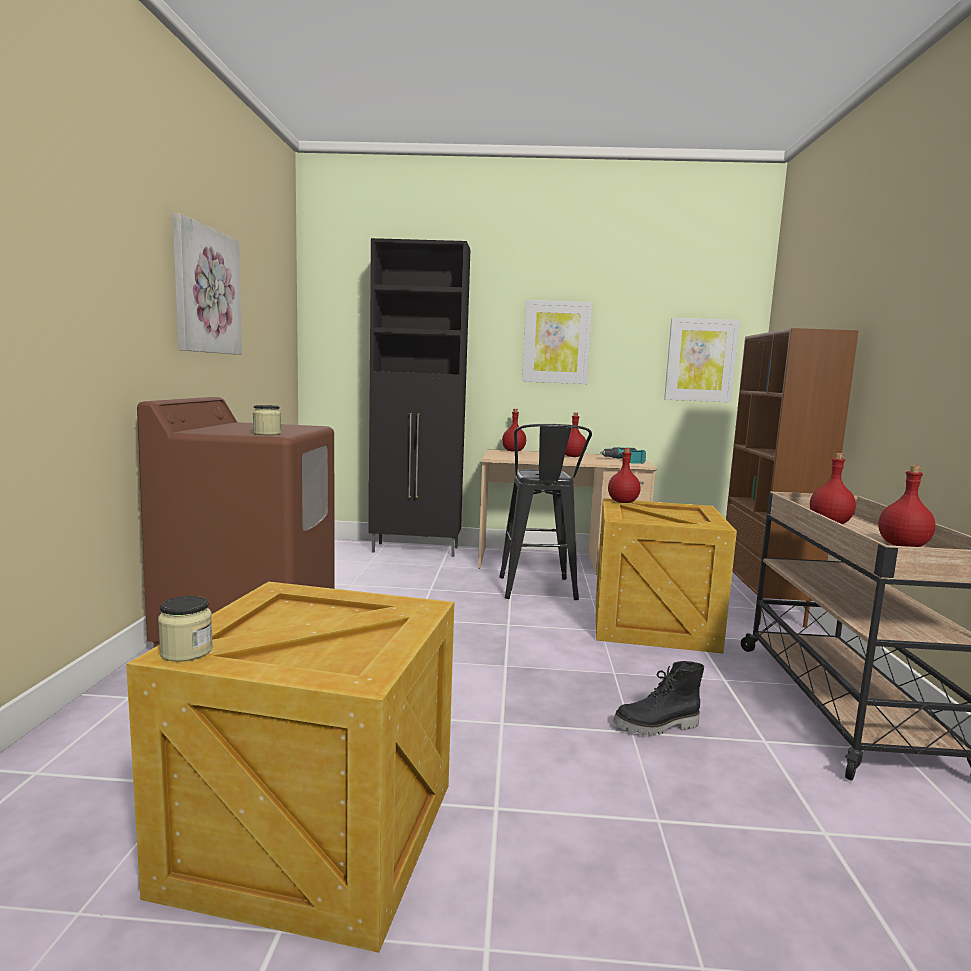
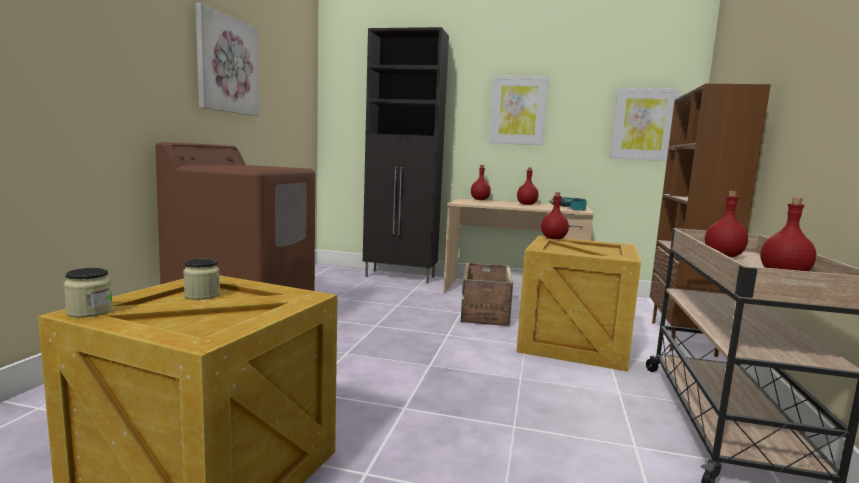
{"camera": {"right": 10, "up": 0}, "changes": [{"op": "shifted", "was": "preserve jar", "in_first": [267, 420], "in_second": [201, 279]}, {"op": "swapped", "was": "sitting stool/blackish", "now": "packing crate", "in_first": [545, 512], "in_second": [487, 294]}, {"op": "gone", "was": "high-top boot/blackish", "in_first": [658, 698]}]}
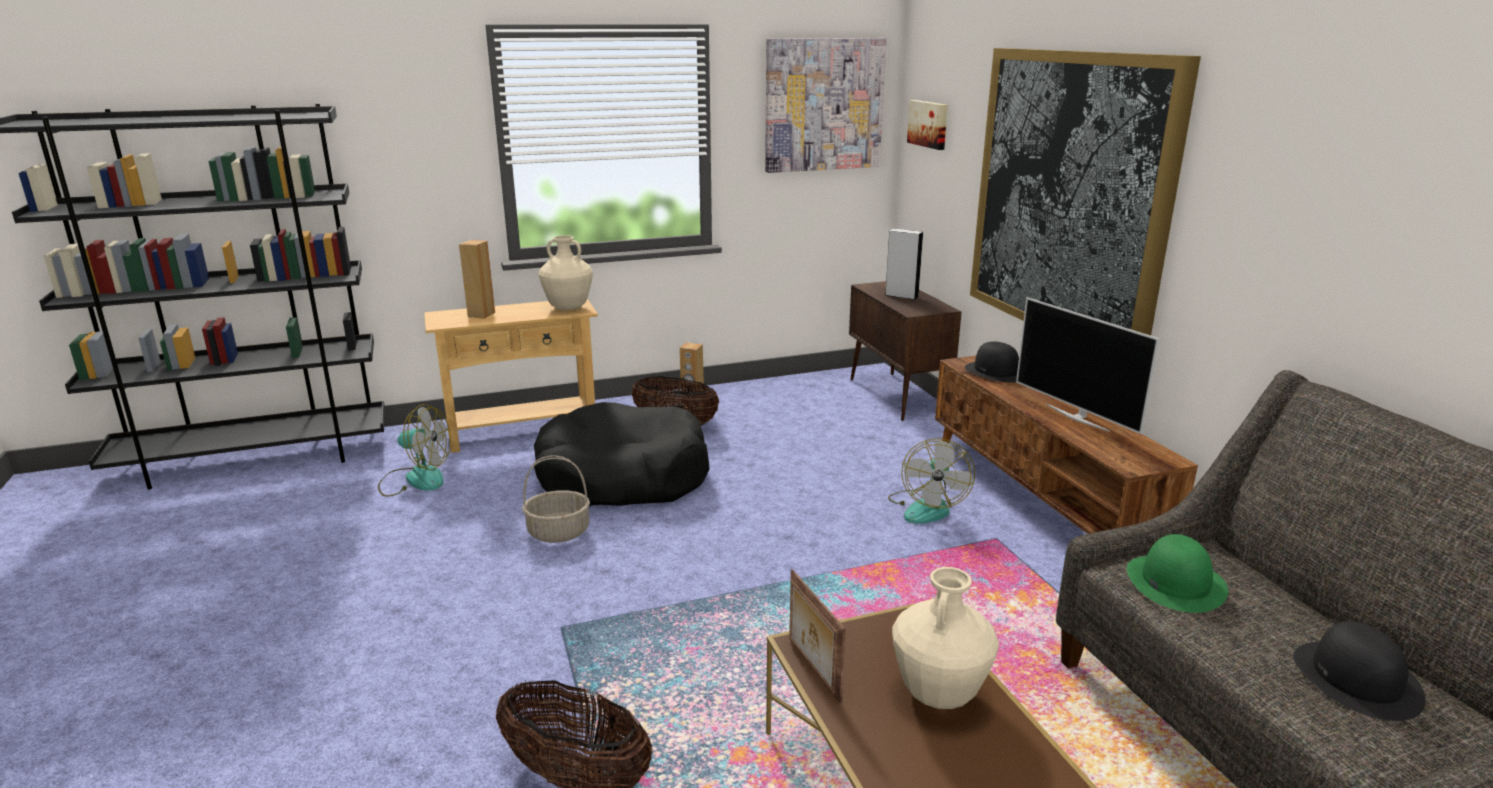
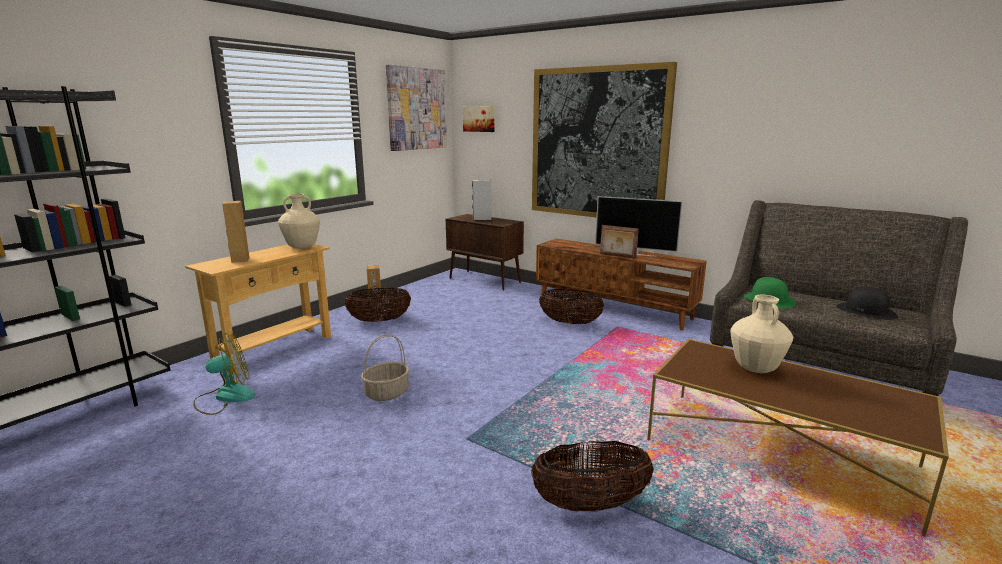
{"camera": {"right": -35, "up": -5}, "changes": [{"op": "gone", "was": "clothing hat/blackish", "in_first": [991, 362]}, {"op": "gone", "was": "pet bed/blackish", "in_first": [621, 454]}, {"op": "swapped", "was": "cooling fan", "now": "storage basket", "in_first": [931, 481], "in_second": [571, 306]}, {"op": "shifted", "was": "standing frame", "in_first": [817, 636], "in_second": [619, 242]}]}
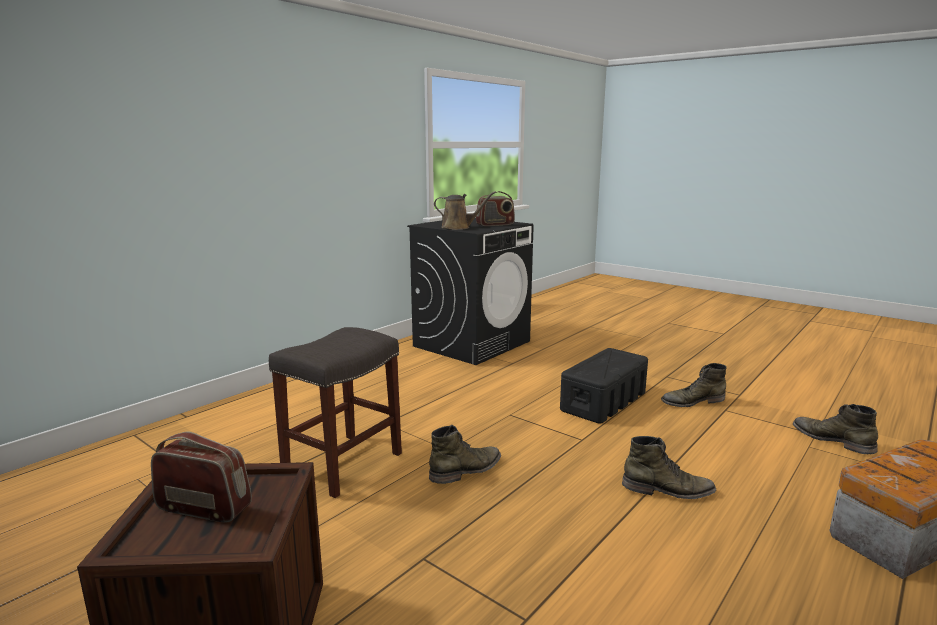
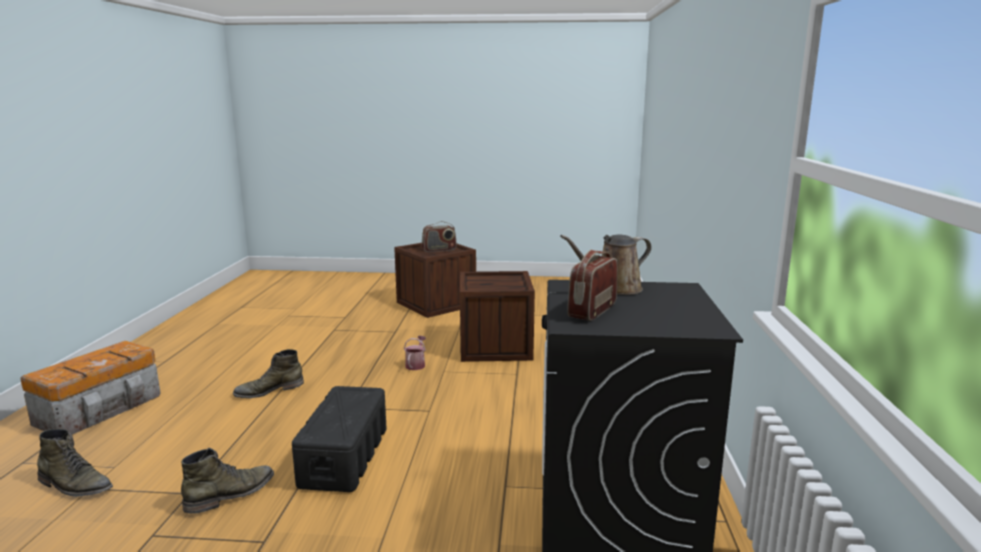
{"camera": {"right": 145, "up": 0}, "changes": [{"op": "swapped", "was": "sitting stool/gray", "now": "packing crate", "in_first": [335, 412], "in_second": [497, 316]}, {"op": "swapped", "was": "high-top boot/green", "now": "watering can", "in_first": [465, 454], "in_second": [415, 353]}]}
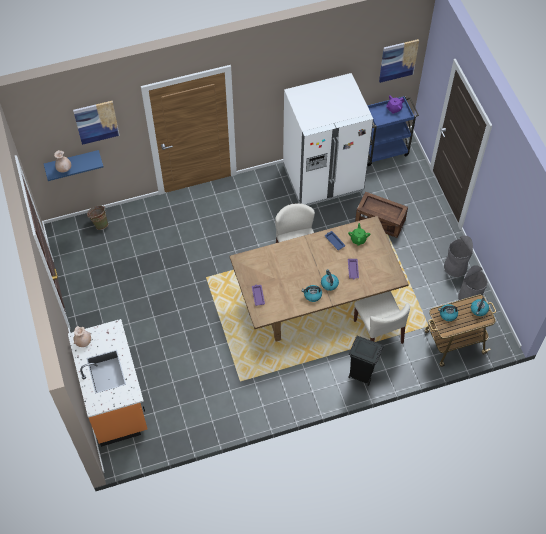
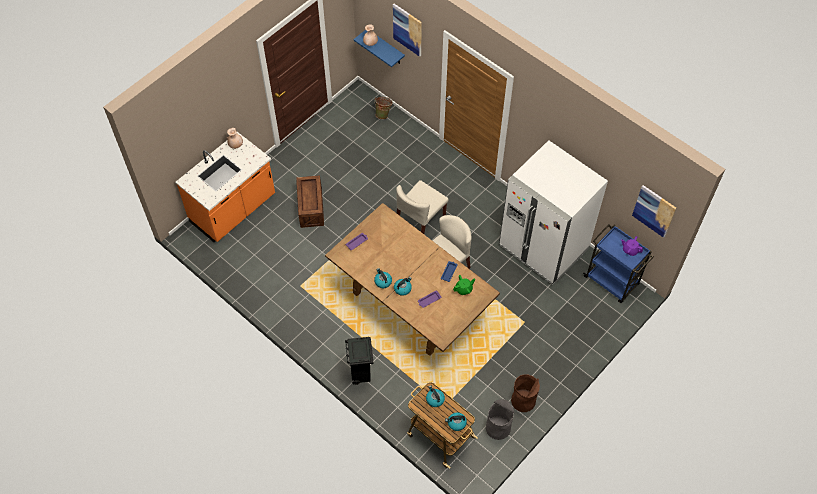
{"camera": {"right": 60, "up": 0}, "changes": [{"op": "shifted", "was": "packing crate", "in_first": [381, 215], "in_second": [310, 201]}, {"op": "repainted", "was": "trash can/gray", "now": "trash can/brown-coloured", "in_first": [458, 256], "in_second": [525, 393]}, {"op": "shifted", "was": "chair/sand-coloured", "in_first": [382, 317], "in_second": [422, 207]}]}
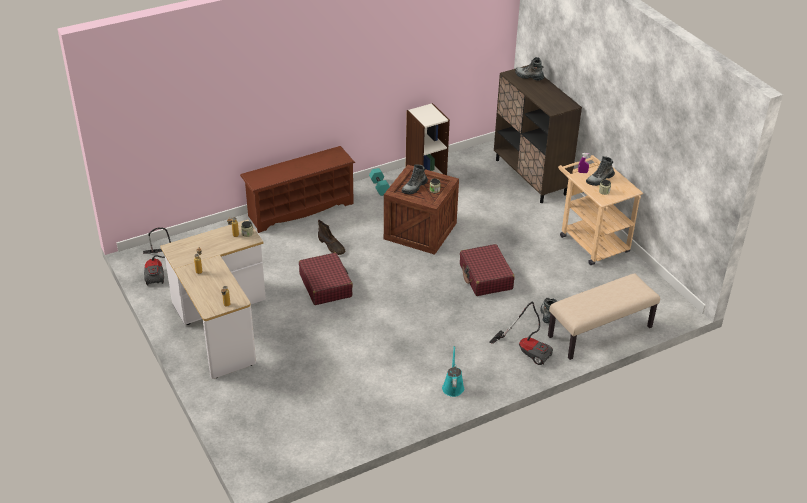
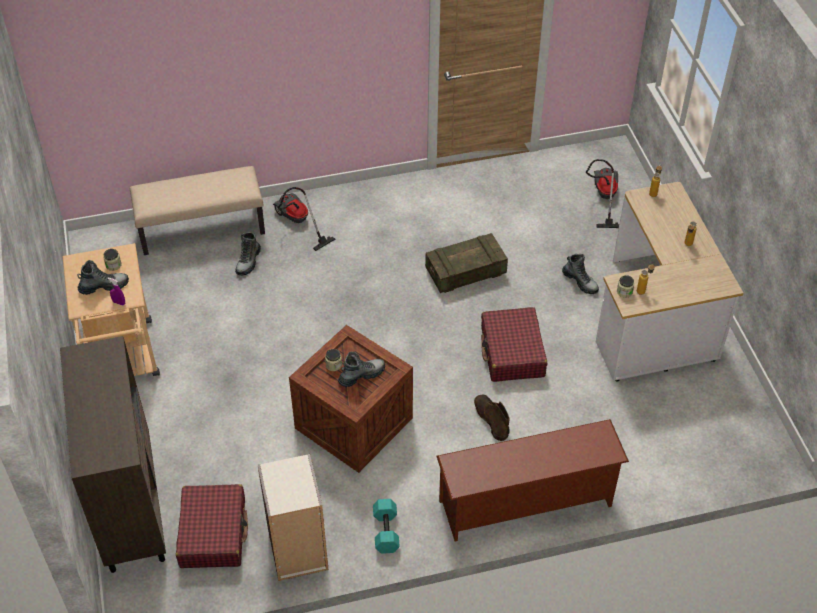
{"camera": {"right": -165, "up": 10}, "changes": [{"op": "shifted", "was": "high-top boot", "in_first": [530, 68], "in_second": [580, 274]}, {"op": "shifted", "was": "vacuum cleaner", "in_first": [157, 257], "in_second": [602, 193]}, {"op": "shifted", "was": "piece of luggage/red", "in_first": [487, 270], "in_second": [212, 526]}, {"op": "gone", "was": "watering can/turquoise-coloured", "in_first": [453, 371]}, {"op": "new", "now": "packing crate", "in_second": [466, 263]}]}
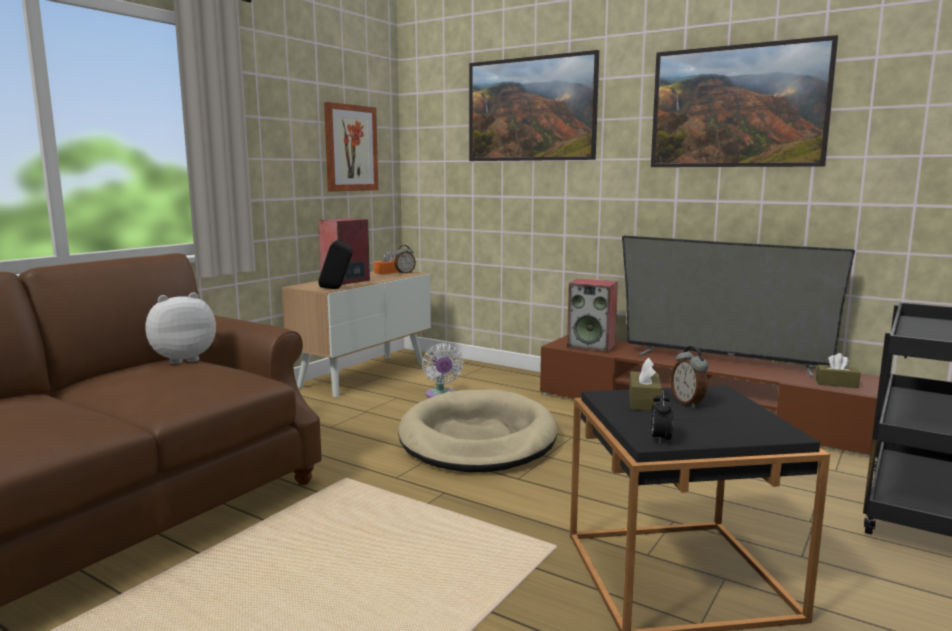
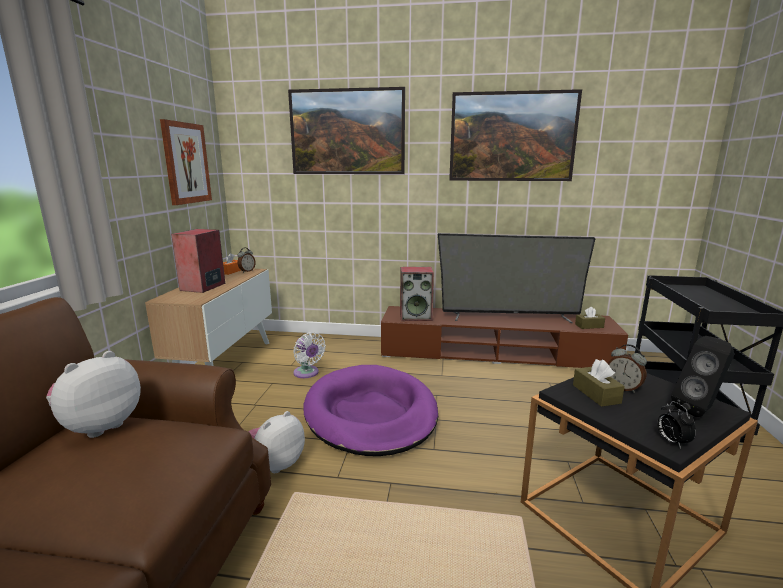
{"camera": {"right": -25, "up": 5}, "changes": [{"op": "shifted", "was": "loudspeaker/blackish", "in_first": [335, 264], "in_second": [702, 376]}, {"op": "repainted", "was": "pet bed/sand-coloured", "now": "pet bed/purplish", "in_first": [477, 431], "in_second": [370, 410]}, {"op": "new", "now": "plush toy", "in_second": [276, 442]}]}
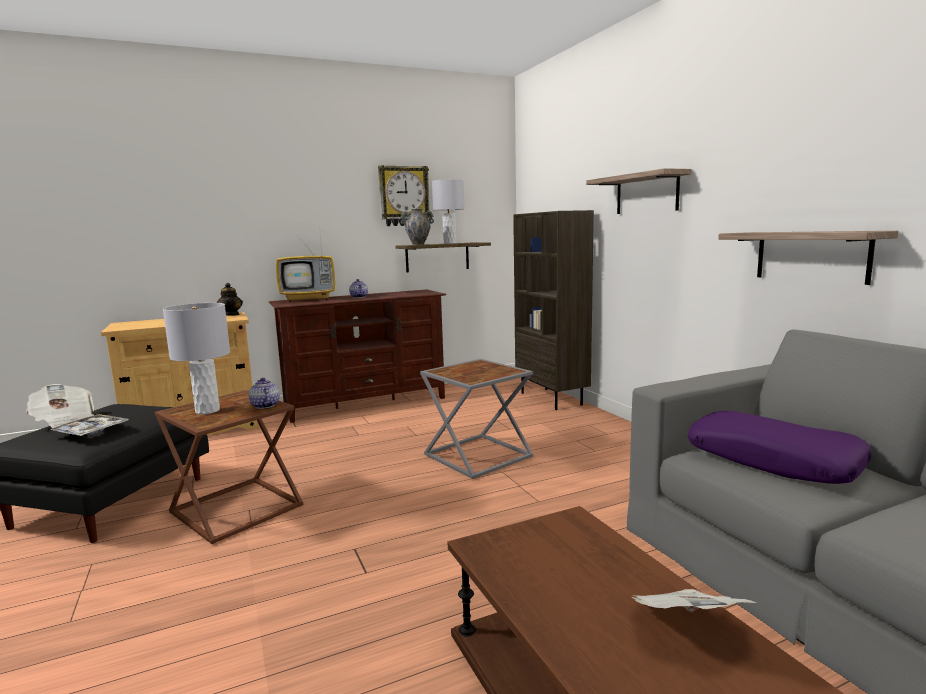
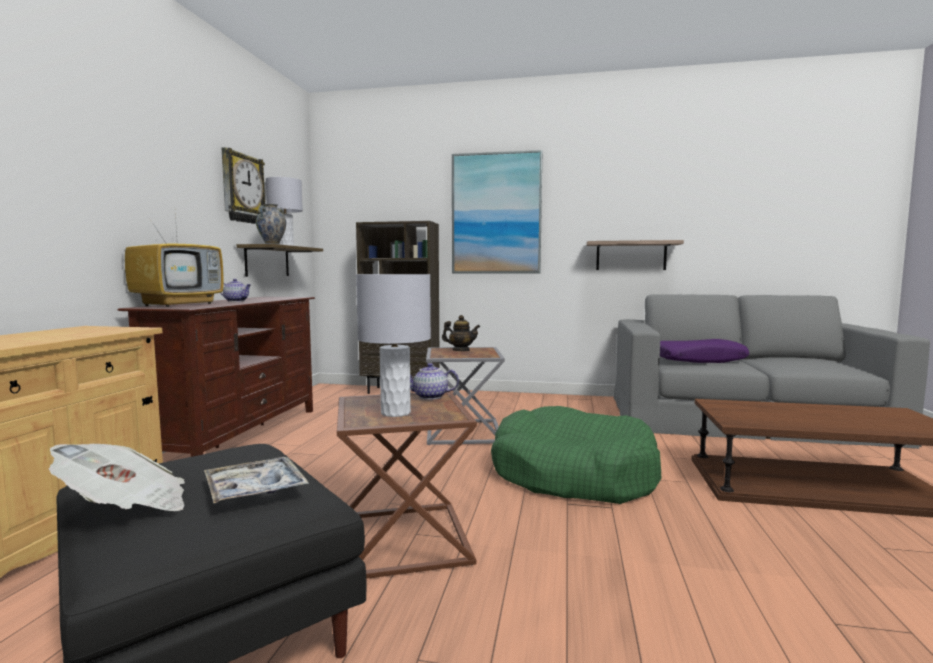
{"camera": {"right": -55, "up": -5}, "changes": [{"op": "swapped", "was": "wall shelf", "now": "wall picture", "in_first": [639, 191], "in_second": [497, 212]}, {"op": "shifted", "was": "tea pot", "in_first": [229, 299], "in_second": [461, 333]}, {"op": "gone", "was": "newspaper", "in_first": [693, 600]}, {"op": "new", "now": "pet bed/green", "in_second": [576, 455]}]}
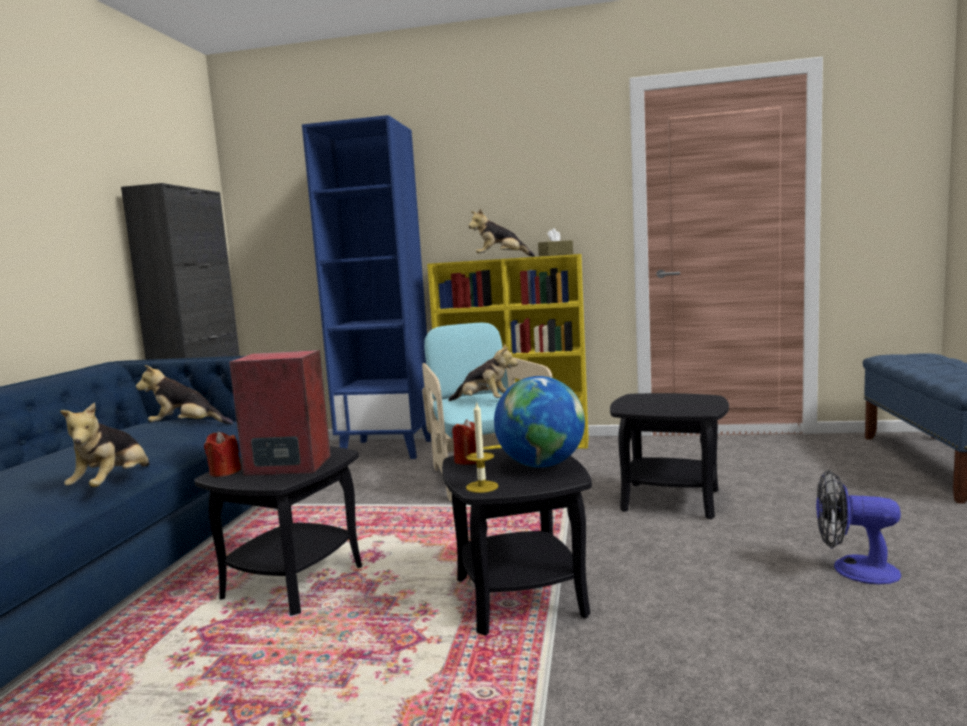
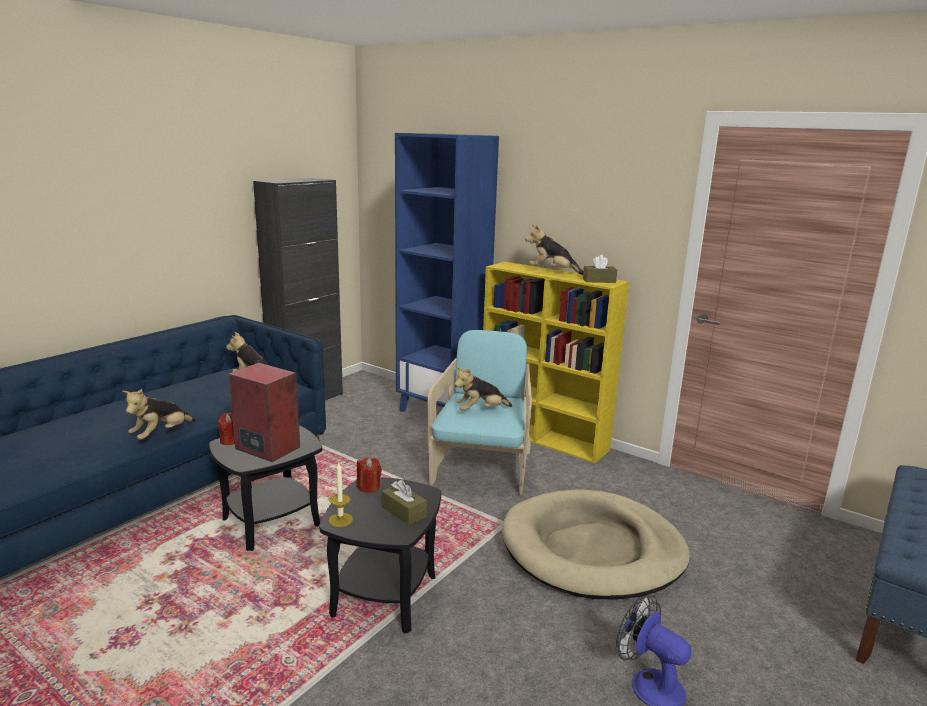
{"camera": {"right": 25, "up": 10}, "changes": [{"op": "rotated", "was": "plush toy", "in_first": [483, 372], "in_second": [483, 388], "clockwise": 105}, {"op": "swapped", "was": "globe", "now": "box of tissues/brown-coloured", "in_first": [539, 422], "in_second": [404, 502]}, {"op": "swapped", "was": "end table/blackish", "now": "pet bed/sand-coloured", "in_first": [669, 456], "in_second": [596, 544]}]}
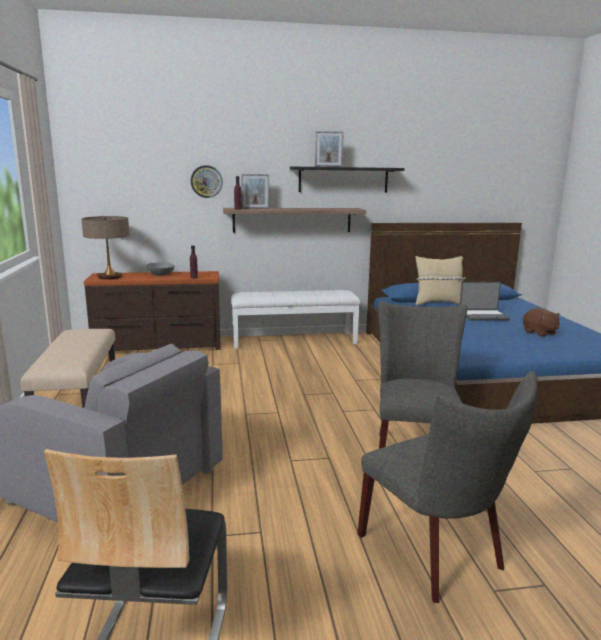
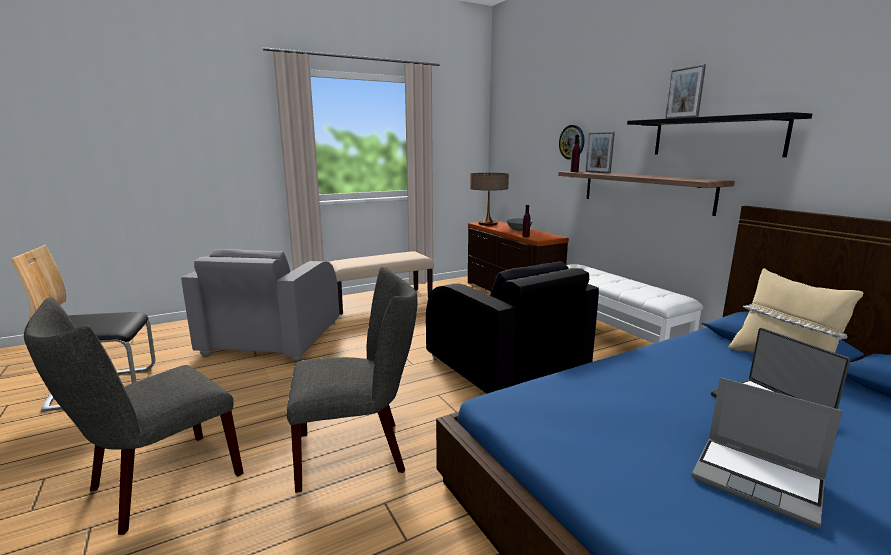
{"camera": {"right": 70, "up": 0}, "changes": [{"op": "swapped", "was": "plush toy/brown-coloured", "now": "laptop", "in_first": [541, 322], "in_second": [767, 452]}, {"op": "new", "now": "easy chair/blackish", "in_second": [512, 327]}]}
